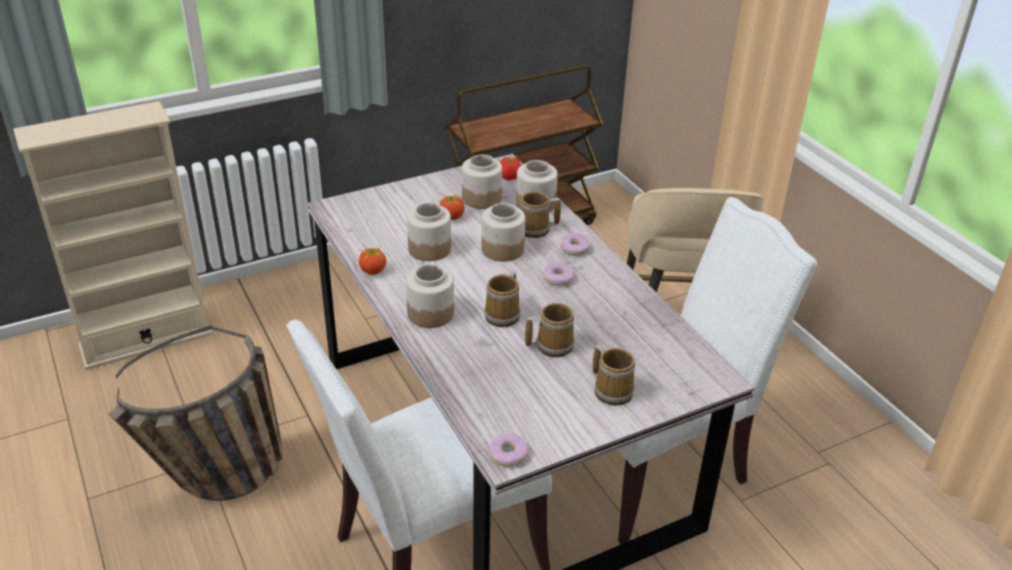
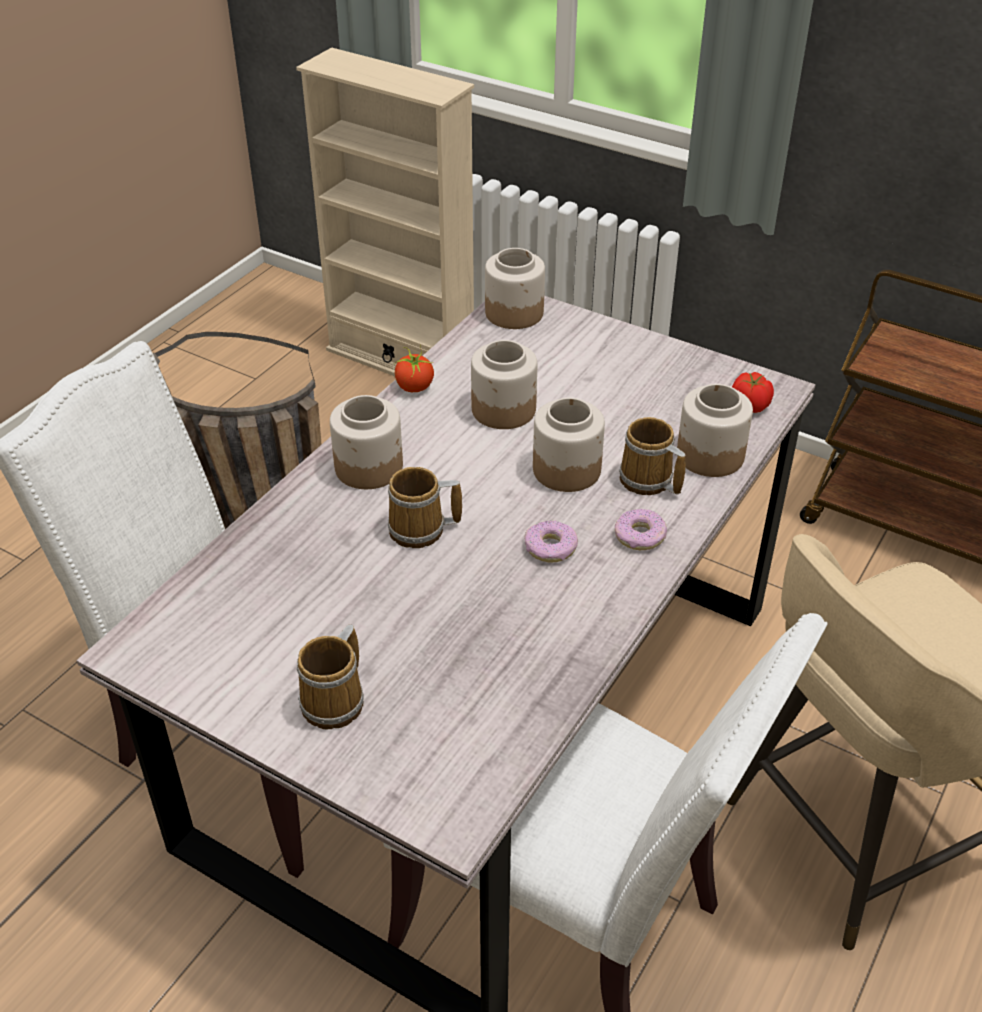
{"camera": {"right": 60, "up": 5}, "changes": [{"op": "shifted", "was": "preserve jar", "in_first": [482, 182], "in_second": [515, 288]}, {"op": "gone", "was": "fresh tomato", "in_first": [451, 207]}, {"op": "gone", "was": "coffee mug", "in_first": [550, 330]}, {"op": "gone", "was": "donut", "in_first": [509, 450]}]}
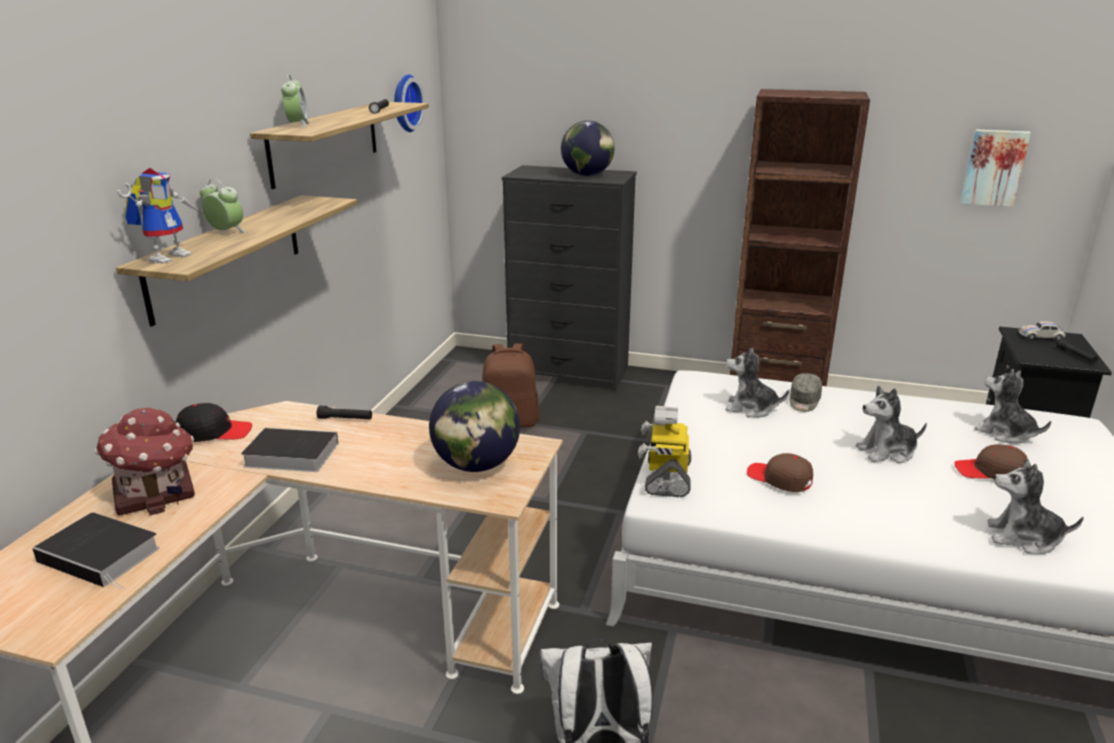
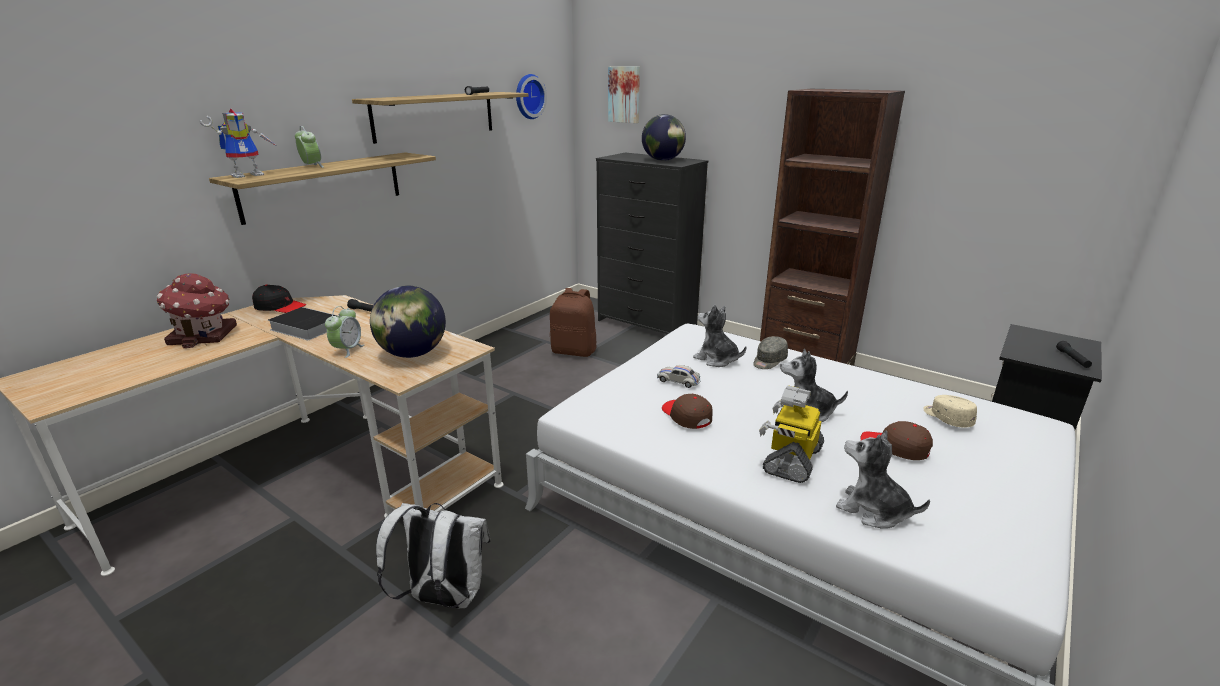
{"camera": {"right": 20, "up": 0}, "changes": [{"op": "shifted", "was": "bedside clock", "in_first": [295, 101], "in_second": [344, 332]}, {"op": "shifted", "was": "wall picture", "in_first": [996, 168], "in_second": [624, 94]}, {"op": "shifted", "was": "miniature car/white-coloured", "in_first": [1042, 331], "in_second": [678, 376]}, {"op": "swapped", "was": "plush toy", "now": "peaked cap/sand-coloured", "in_first": [1012, 406], "in_second": [950, 411]}, {"op": "shifted", "was": "toy robot", "in_first": [664, 451], "in_second": [791, 434]}, {"op": "gone", "was": "volume", "in_first": [96, 550]}]}
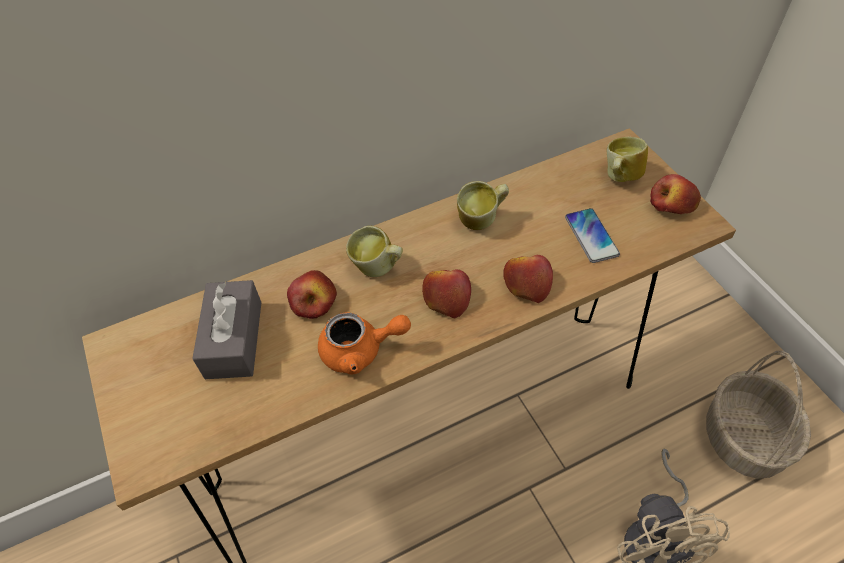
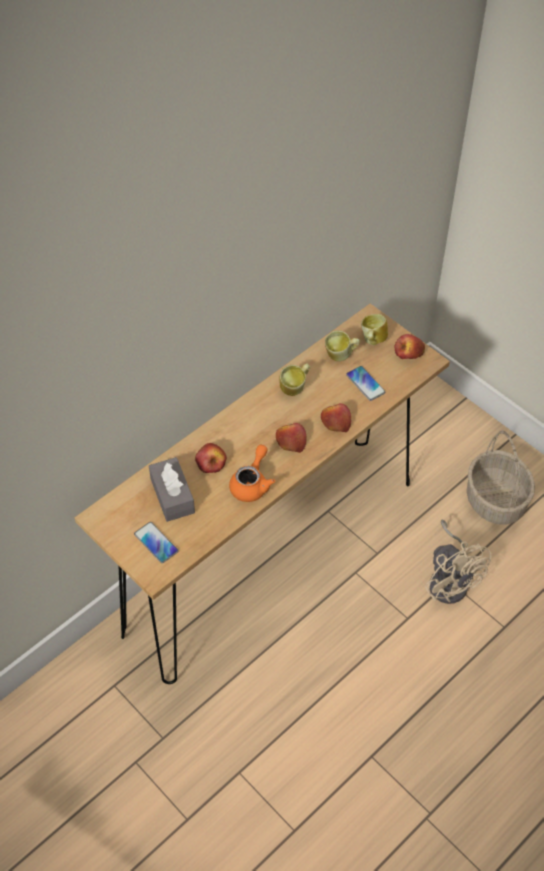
{"camera": {"right": -20, "up": 0}, "changes": [{"op": "shifted", "was": "coffee mug", "in_first": [374, 251], "in_second": [342, 345]}, {"op": "rotated", "was": "tea pot/orange", "in_first": [364, 343], "in_second": [252, 473], "clockwise": -45}, {"op": "new", "now": "telephone", "in_second": [156, 542]}]}
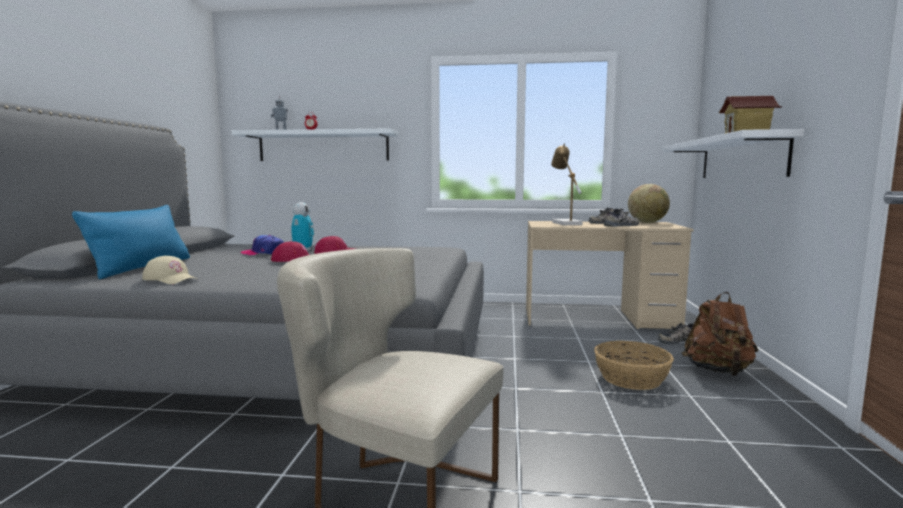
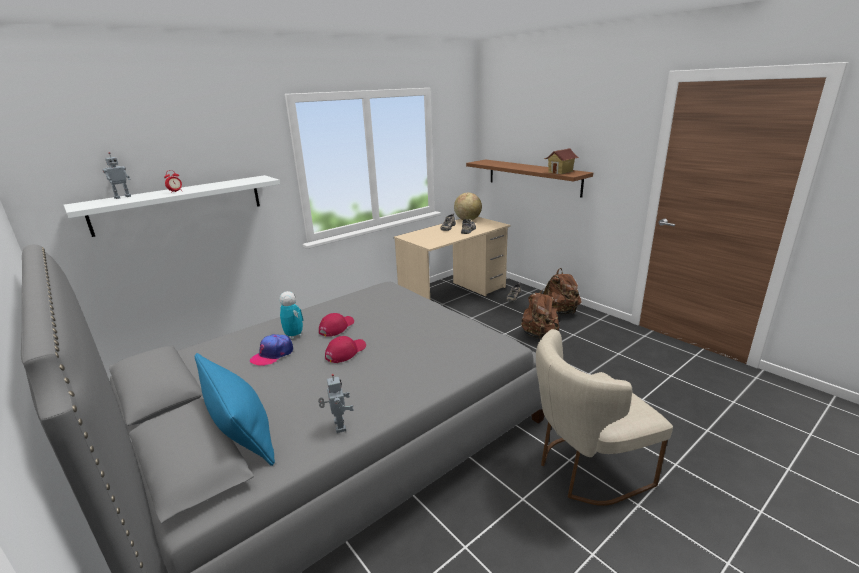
{"camera": {"right": -45, "up": 15}, "changes": [{"op": "repainted", "was": "wall shelf/white-coloured", "now": "wall shelf/brown-coloured", "in_first": [733, 153], "in_second": [529, 178]}, {"op": "gone", "was": "lamp for a table", "in_first": [567, 184]}, {"op": "swapped", "was": "peaked cap/sand-coloured", "now": "toy robot", "in_first": [169, 270], "in_second": [336, 403]}, {"op": "swapped", "was": "storage basket", "now": "rucksack/brown-coloured", "in_first": [634, 365], "in_second": [540, 313]}]}
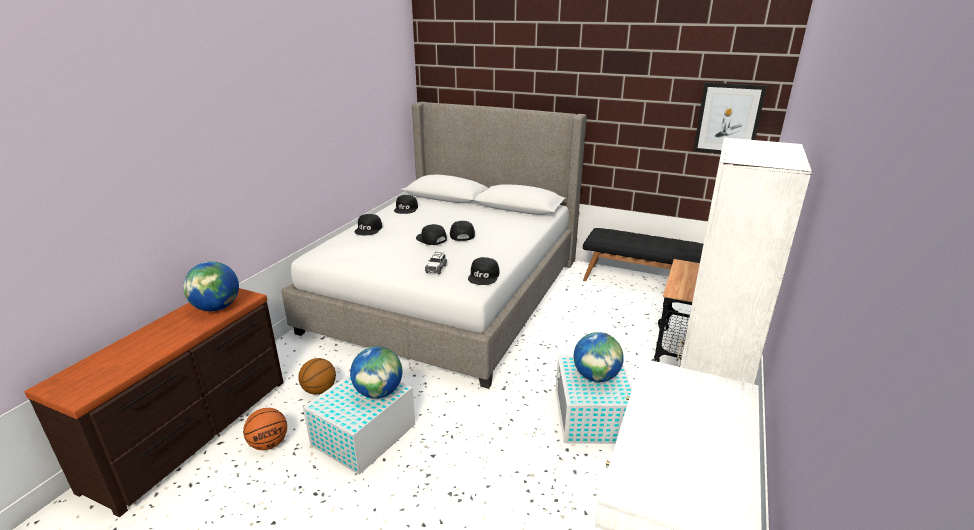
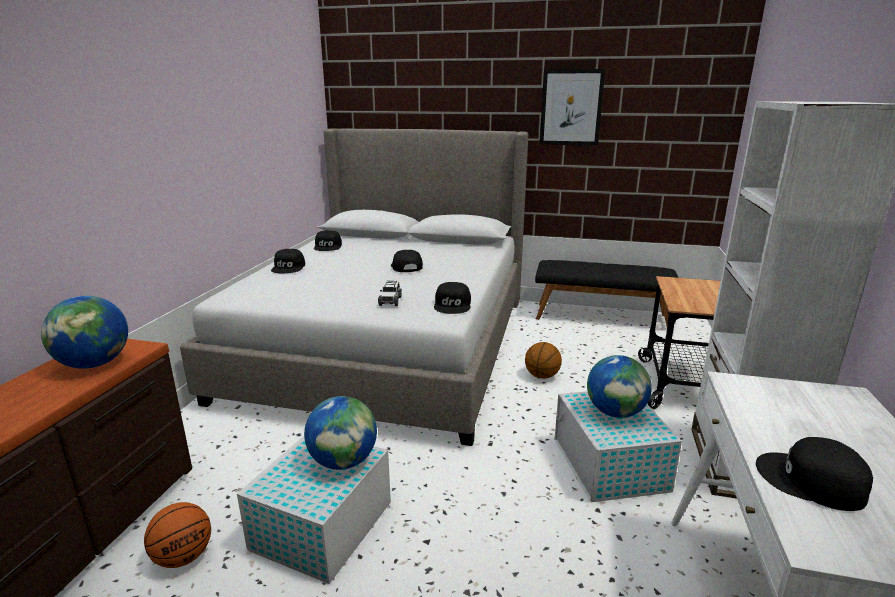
{"camera": {"right": -10, "up": -5}, "changes": [{"op": "shifted", "was": "wall picture", "in_first": [730, 118], "in_second": [572, 107]}, {"op": "shifted", "was": "peaked cap/blackish", "in_first": [431, 234], "in_second": [814, 474]}, {"op": "shifted", "was": "basketball", "in_first": [317, 376], "in_second": [543, 360]}]}
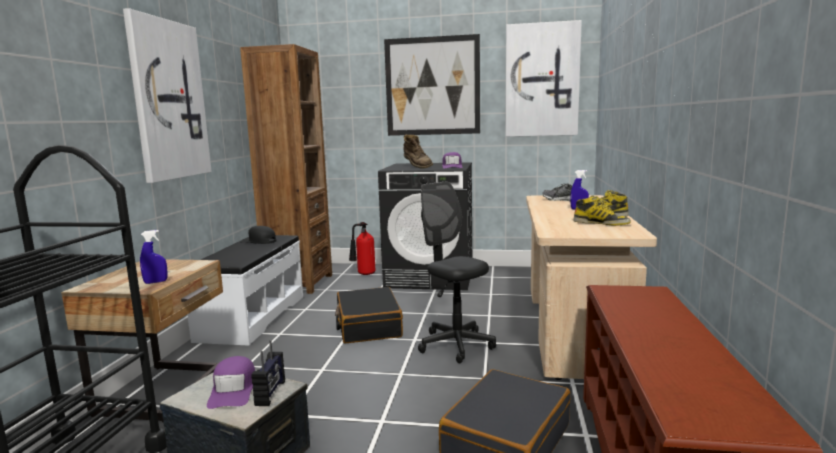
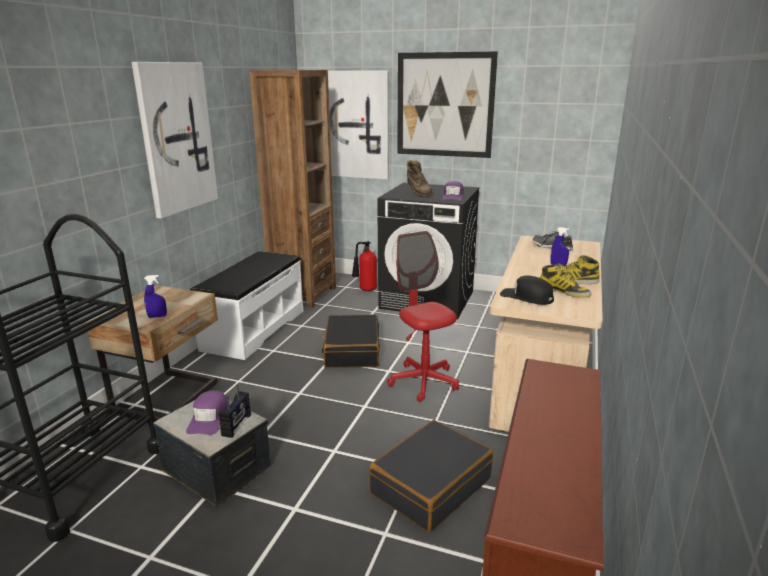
{"camera": {"right": 10, "up": 10}, "changes": [{"op": "shifted", "was": "wall picture", "in_first": [543, 78], "in_second": [358, 124]}, {"op": "repainted", "was": "computer chair/blackish", "now": "computer chair/red", "in_first": [457, 272], "in_second": [423, 316]}, {"op": "shifted", "was": "peaked cap/blackish", "in_first": [258, 235], "in_second": [527, 290]}]}
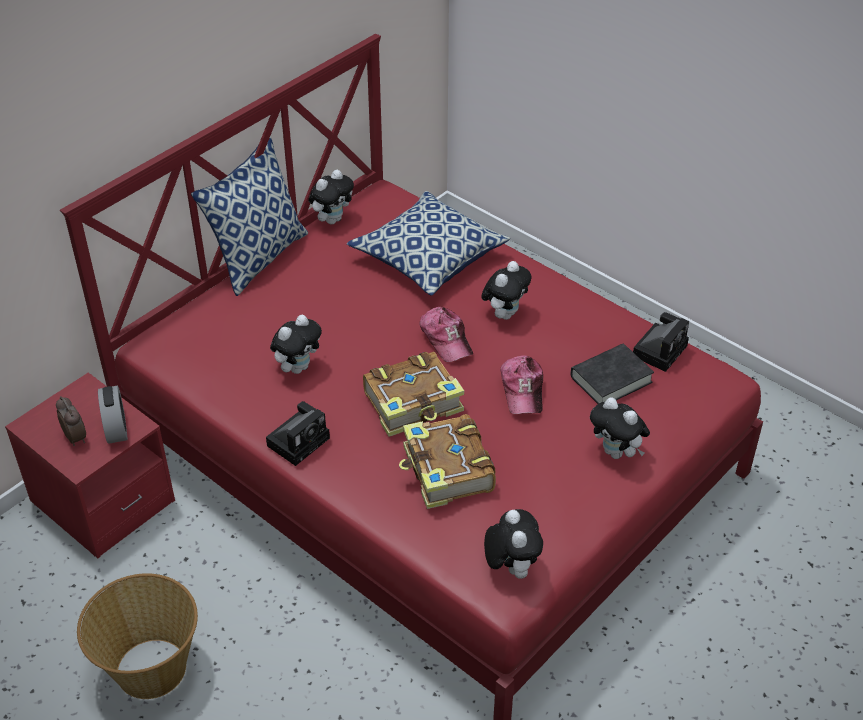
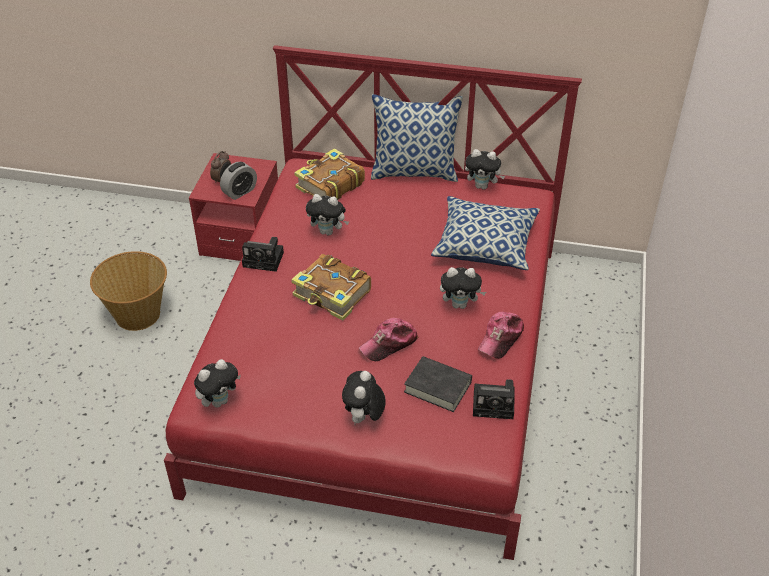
{"camera": {"right": 60, "up": 0}, "changes": [{"op": "shifted", "was": "peaked cap", "in_first": [446, 334], "in_second": [501, 335]}, {"op": "shifted", "was": "volume", "in_first": [447, 461], "in_second": [329, 174]}]}
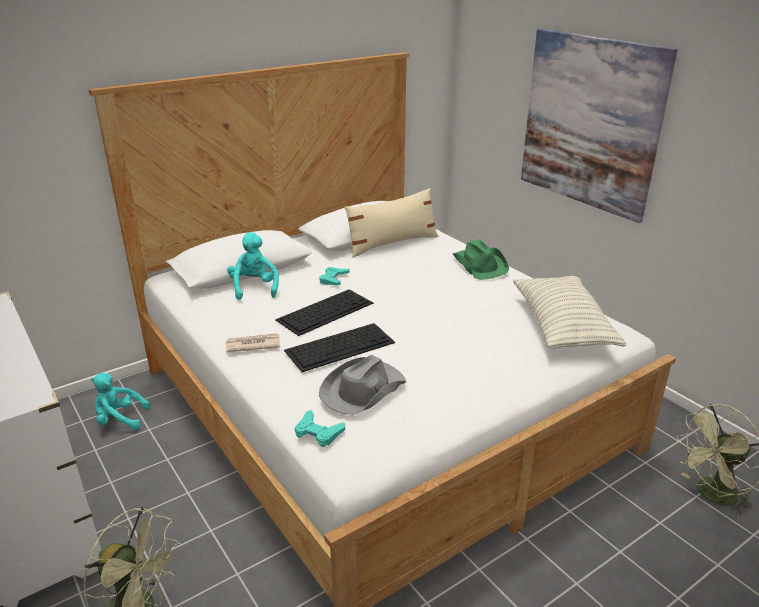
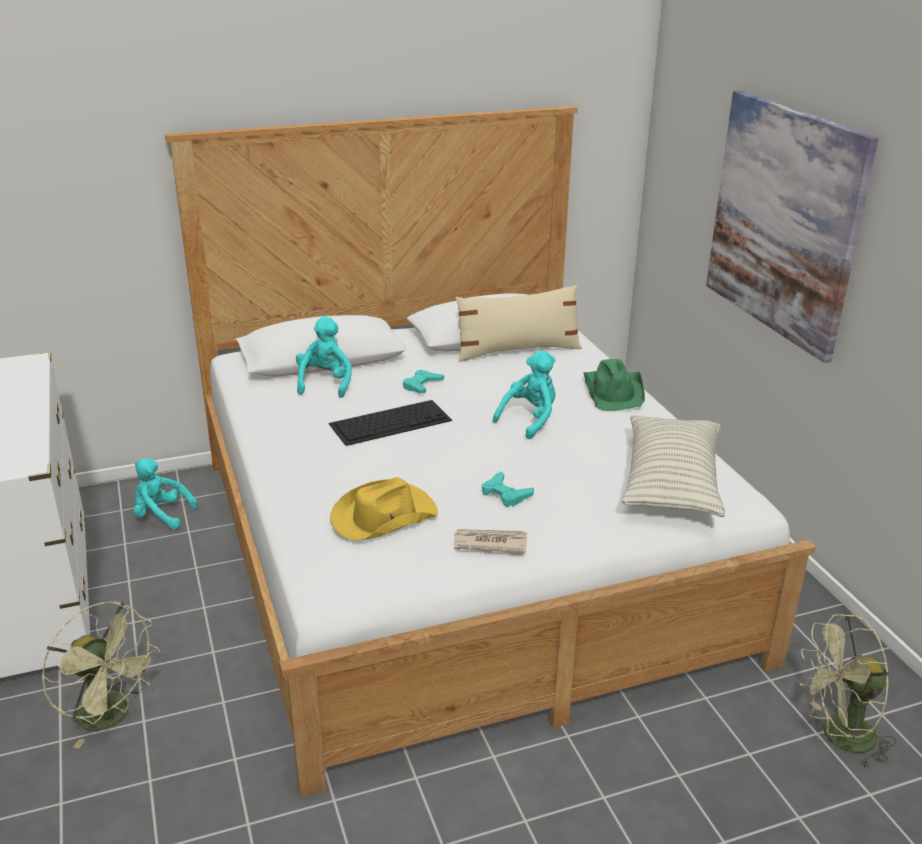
{"camera": {"right": 15, "up": 0}, "changes": [{"op": "gone", "was": "PC keyboard", "in_first": [339, 347]}, {"op": "shifted", "was": "newspaper", "in_first": [253, 342], "in_second": [490, 541]}, {"op": "repainted", "was": "clothing hat/gray", "now": "clothing hat/yellow-coloured", "in_first": [362, 385], "in_second": [384, 509]}, {"op": "shifted", "was": "gamepad/turquoise-coloured", "in_first": [320, 428], "in_second": [508, 489]}, {"op": "new", "now": "plush toy/turquoise-coloured", "in_second": [524, 394]}]}
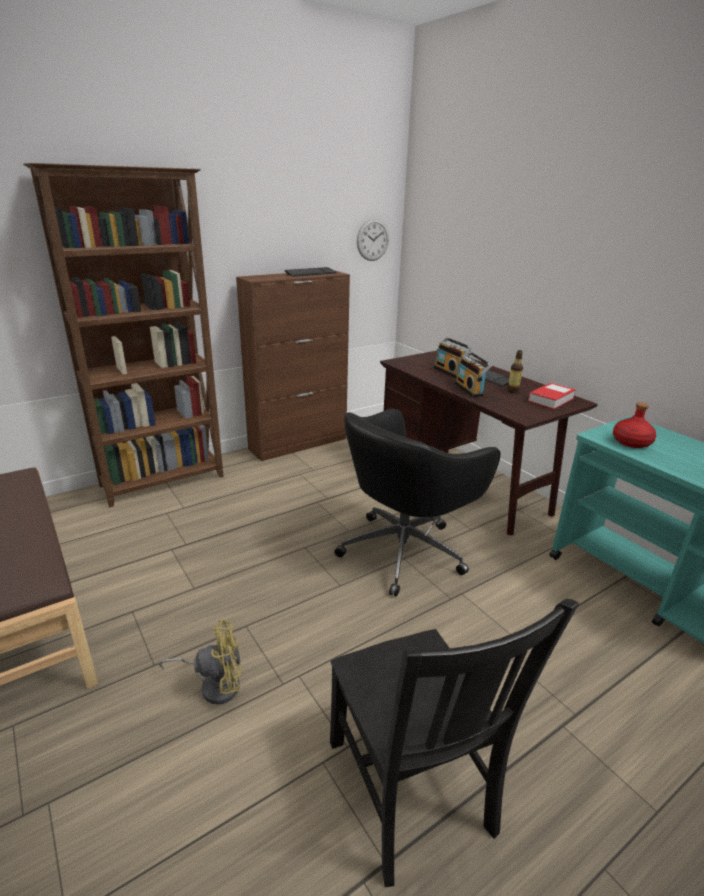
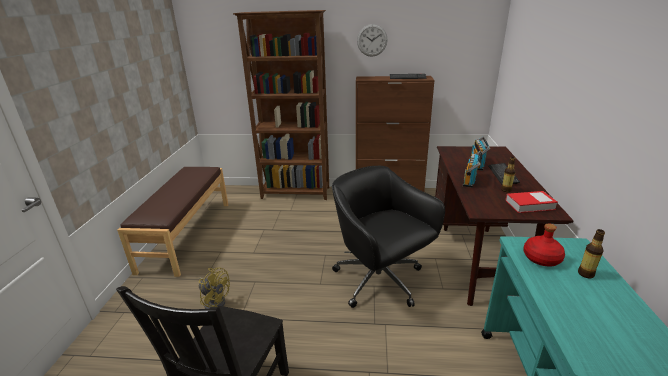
{"camera": {"right": 40, "up": 0}, "changes": [{"op": "shifted", "was": "wall clock", "in_first": [373, 240], "in_second": [372, 40]}, {"op": "rotated", "was": "computer chair/blackish", "in_first": [417, 503], "in_second": [388, 237], "clockwise": 60}, {"op": "new", "now": "drink bottle", "in_second": [591, 253]}]}
